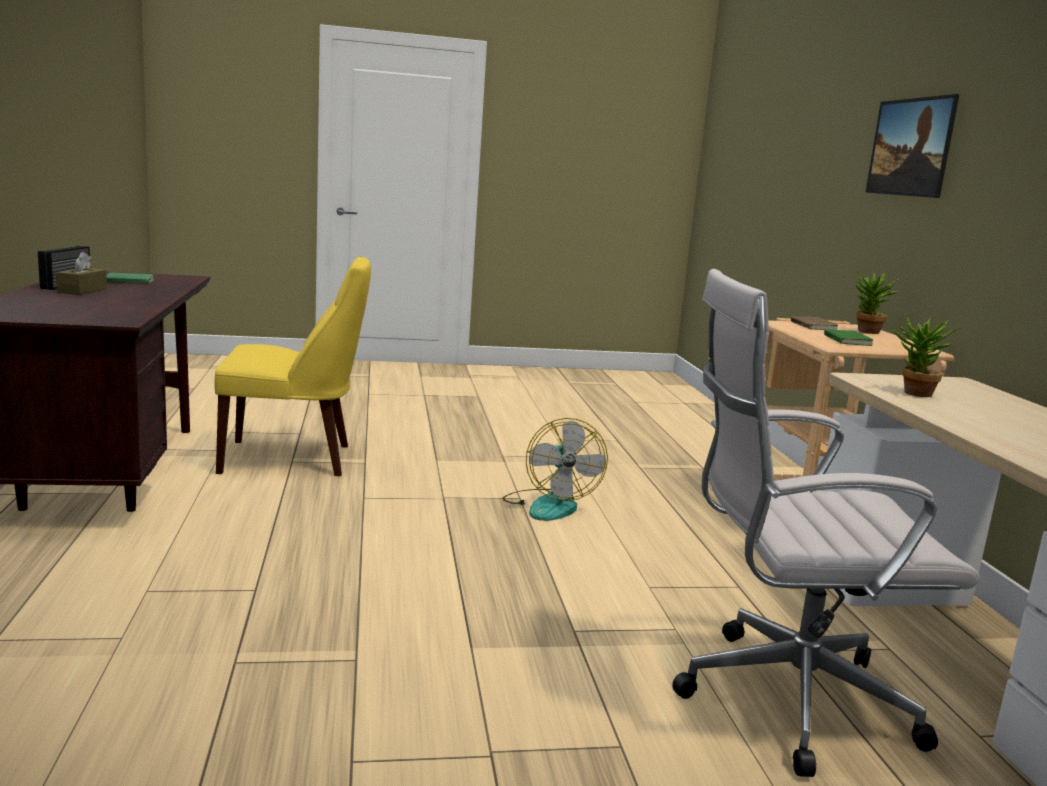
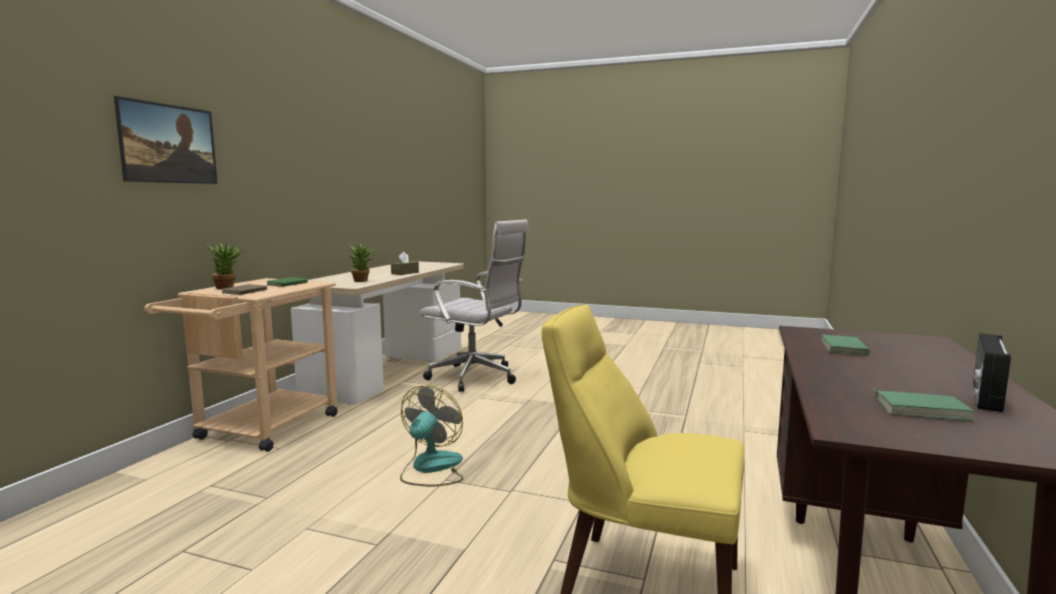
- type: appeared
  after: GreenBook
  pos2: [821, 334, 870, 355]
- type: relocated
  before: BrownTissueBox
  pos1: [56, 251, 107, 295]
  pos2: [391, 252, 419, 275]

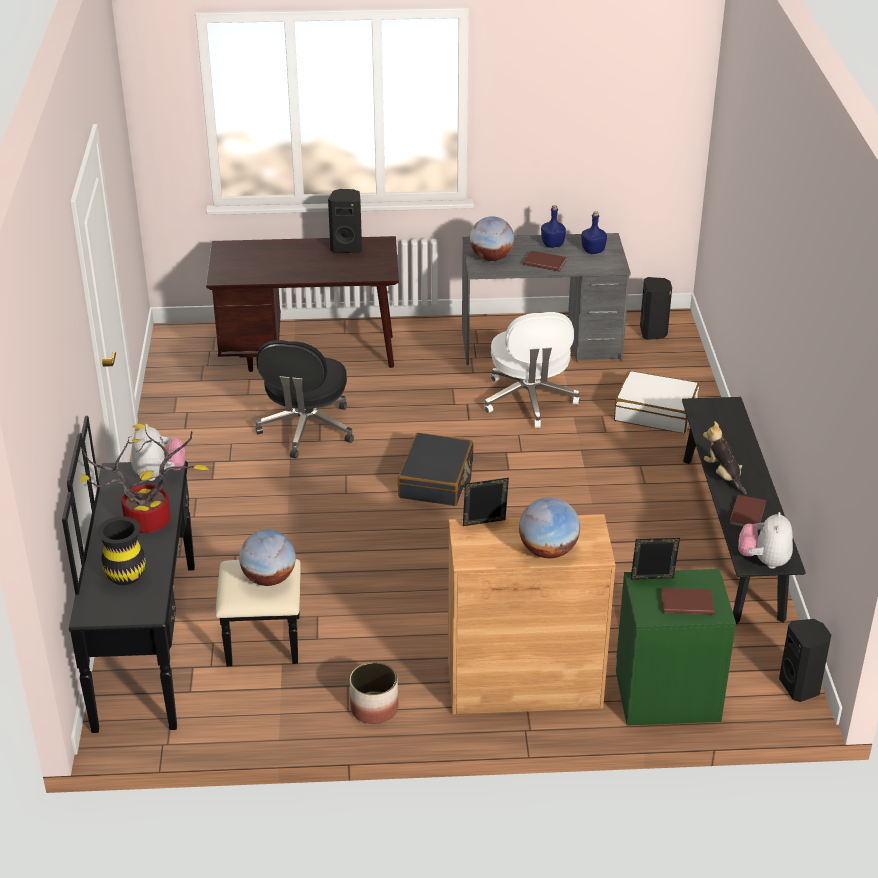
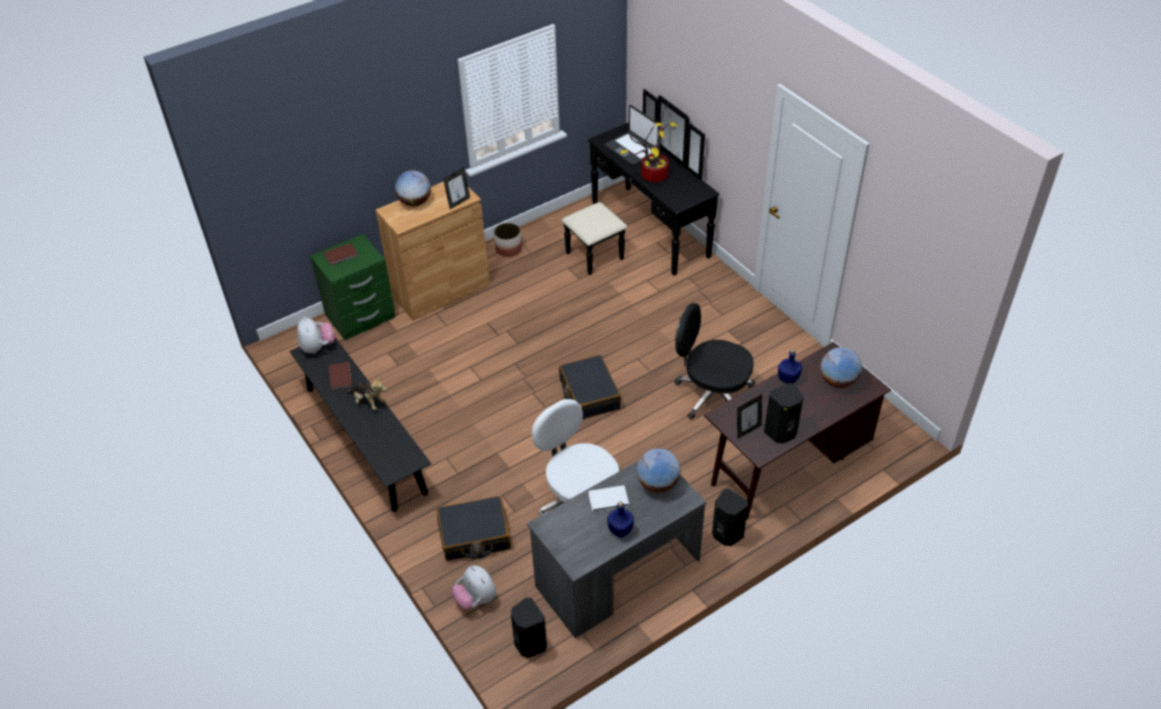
- type: relocated
  before: PlushToy
  pos1: [132, 424, 185, 481]
  pos2: [452, 565, 496, 610]
- type: relocated
  before: Globe
  pos1: [239, 530, 296, 586]
  pos2: [820, 347, 862, 388]
- type: relocated
  before: BlueBottle
  pos1: [581, 211, 607, 254]
  pos2: [778, 349, 802, 384]
- type: relocated
  before: PictureFrame
  pos1: [630, 538, 680, 580]
  pos2: [737, 394, 762, 439]
- type: relocated
  before: BlackSpeaker
  pos1: [779, 619, 831, 702]
  pos2: [712, 489, 748, 546]
- type: exchanged
  before: BlackVase
  after: Laptop
  pos1: [97, 516, 146, 585]
  pos2: [604, 105, 659, 165]
- type: colour
  before: BrownBook
  after: WhiteBook
  pos1: [524, 251, 566, 272]
  pos2: [588, 485, 629, 512]
- type: colour
  before: WhiteSuitcase
  after: BlackSuitcase
  pos1: [614, 371, 699, 433]
  pos2: [436, 496, 511, 561]
- type: spun
  before: BlackOfficeChair
  pos1: [255, 340, 354, 458]
  pos2: [674, 303, 755, 420]
  turn: -45

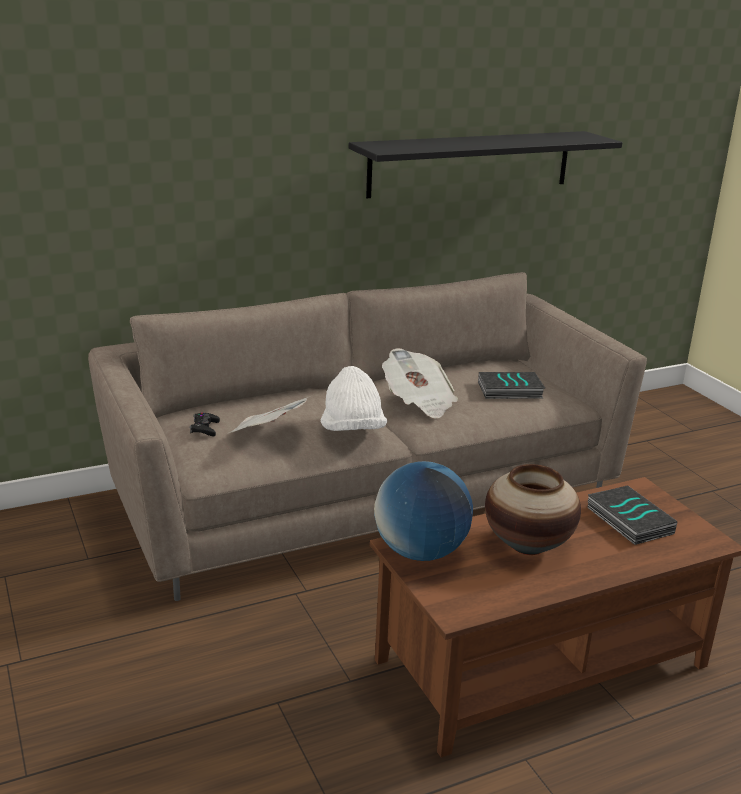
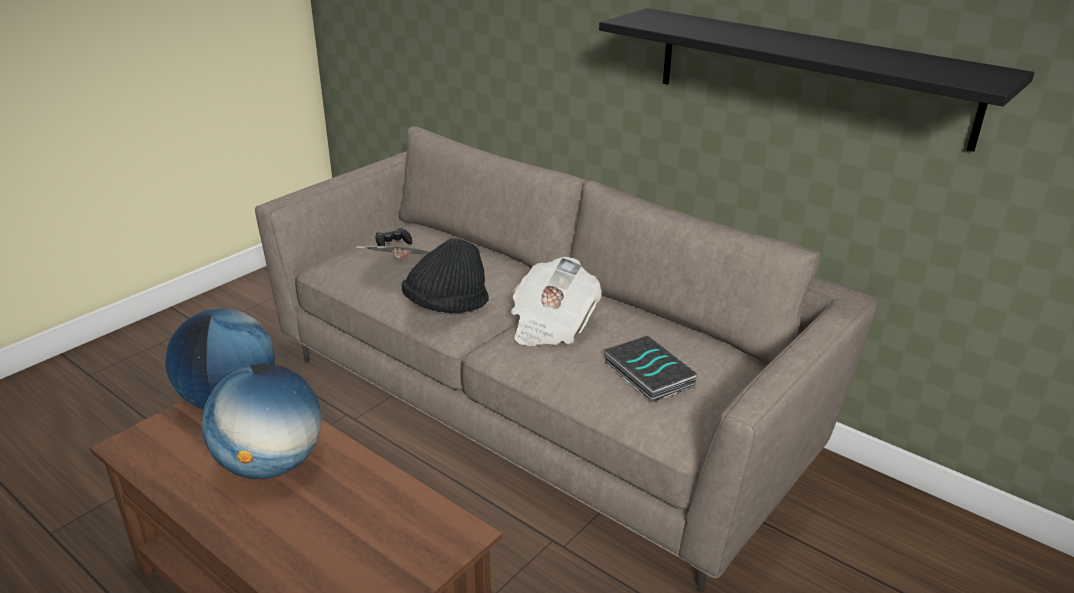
- type: missing
  before: Book
  pos1: [587, 486, 678, 545]
- type: exchanged
  before: Vase
  after: Globe
  pos1: [485, 464, 581, 555]
  pos2: [202, 364, 321, 479]
- type: colour
  before: WhiteHat
  after: BlackHat
  pos1: [320, 366, 387, 431]
  pos2: [402, 238, 489, 314]

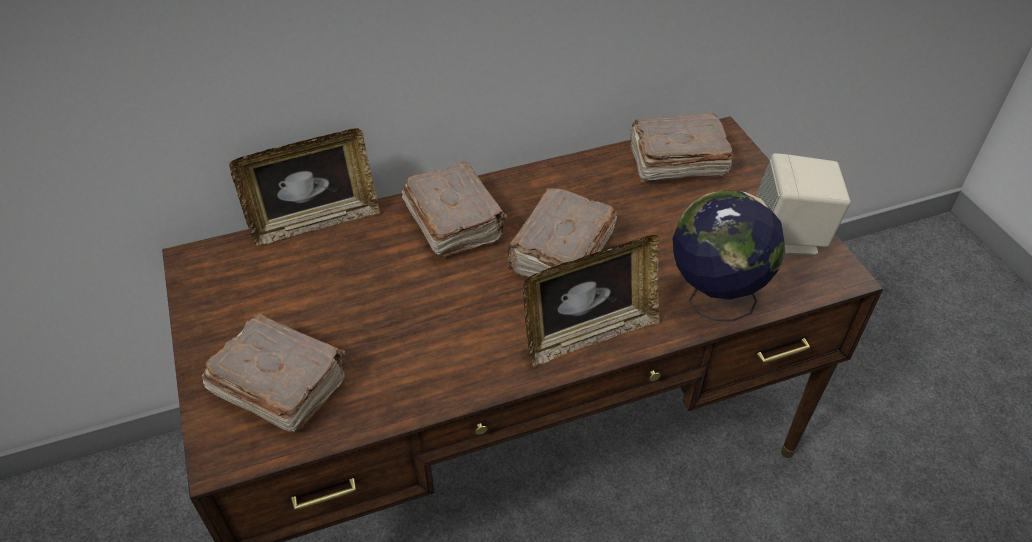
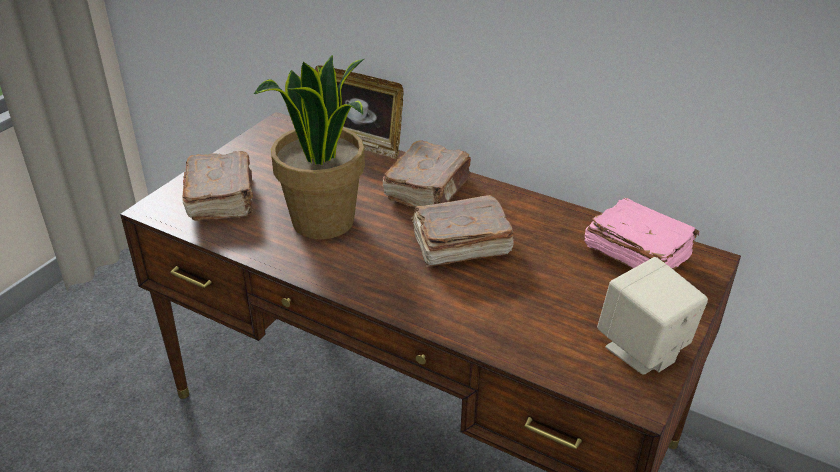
- type: missing
  before: PictureFrame
  pos1: [523, 235, 660, 366]
- type: missing
  before: Globe
  pos1: [673, 191, 785, 321]
- type: appeared
  after: PottedPlant
  pos2: [254, 55, 365, 239]
- type: colour
  before: BrownBook
  after: PinkBook
  pos1: [629, 113, 733, 182]
  pos2: [585, 198, 700, 270]

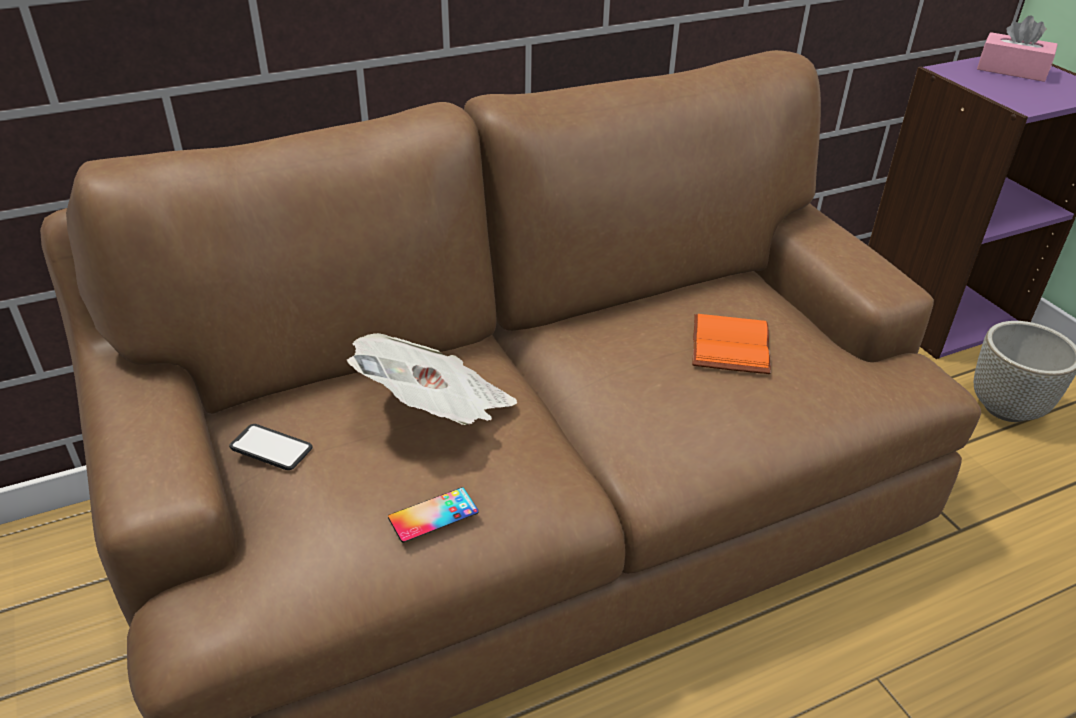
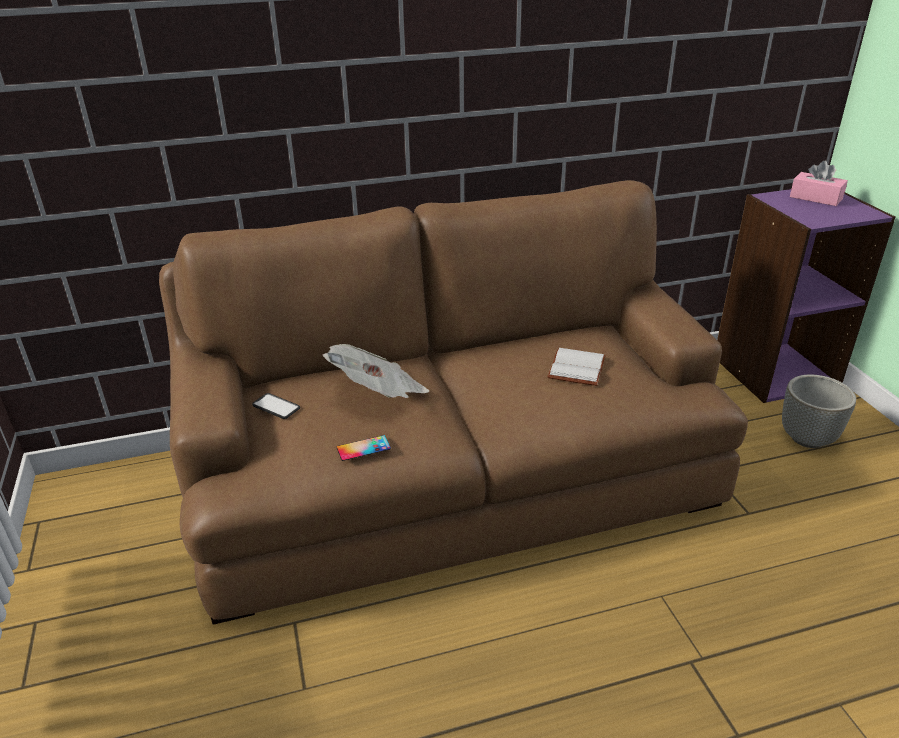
- type: colour
  before: OrangeBook
  after: WhiteBook
  pos1: [692, 314, 771, 374]
  pos2: [547, 348, 606, 386]

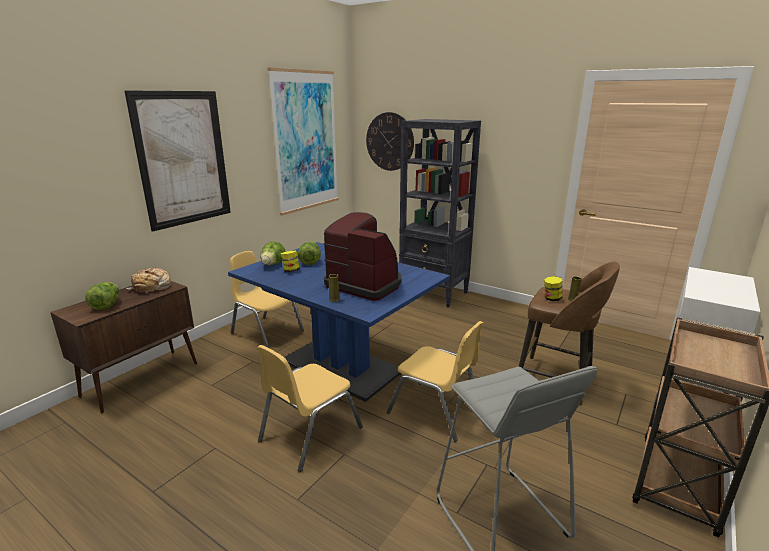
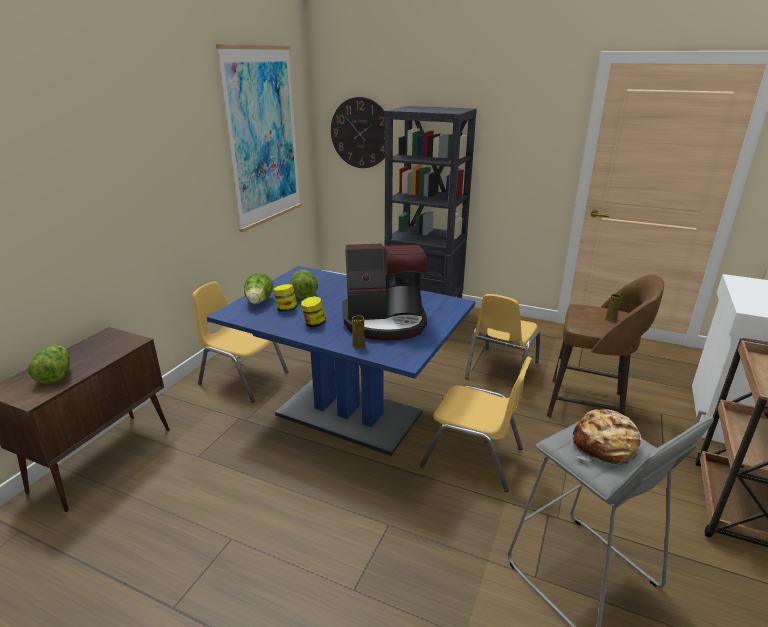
- type: missing
  before: Picture
  pos1: [124, 90, 231, 232]
- type: relocated
  before: Bread
  pos1: [127, 267, 171, 293]
  pos2: [573, 409, 642, 466]
- type: relocated
  before: YellowChair
  pos1: [257, 345, 363, 472]
  pos2: [465, 294, 541, 379]
- type: relocated
  before: Jar
  pos1: [544, 276, 563, 301]
  pos2: [301, 296, 326, 327]
- type: spun
  before: CoffeeMachine
  pos1: [323, 212, 402, 301]
  pos2: [342, 243, 427, 341]
  turn: 150

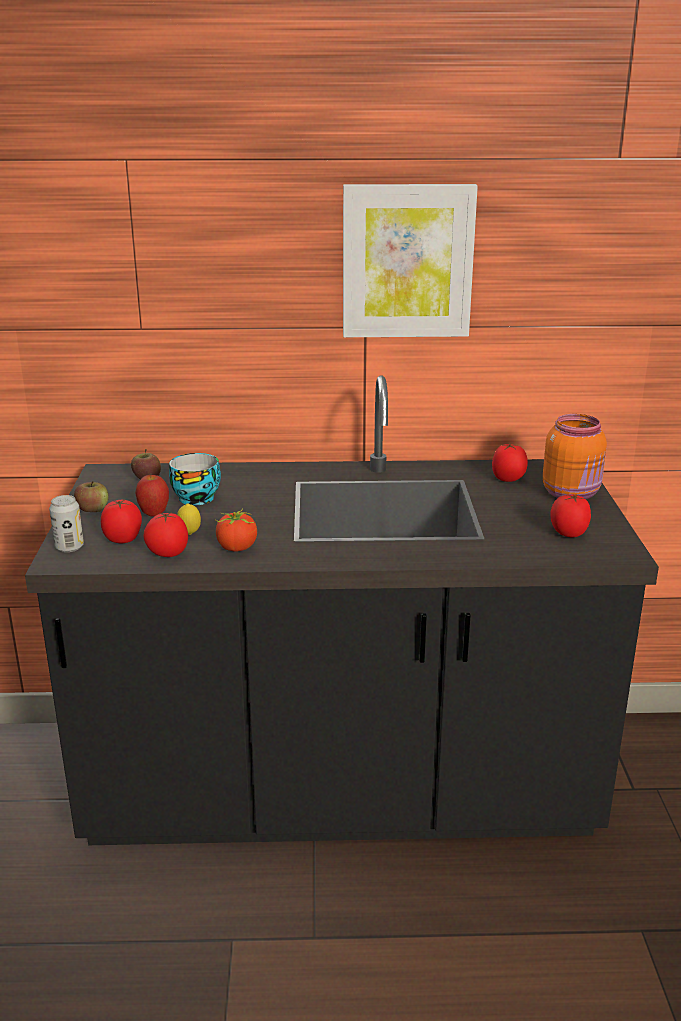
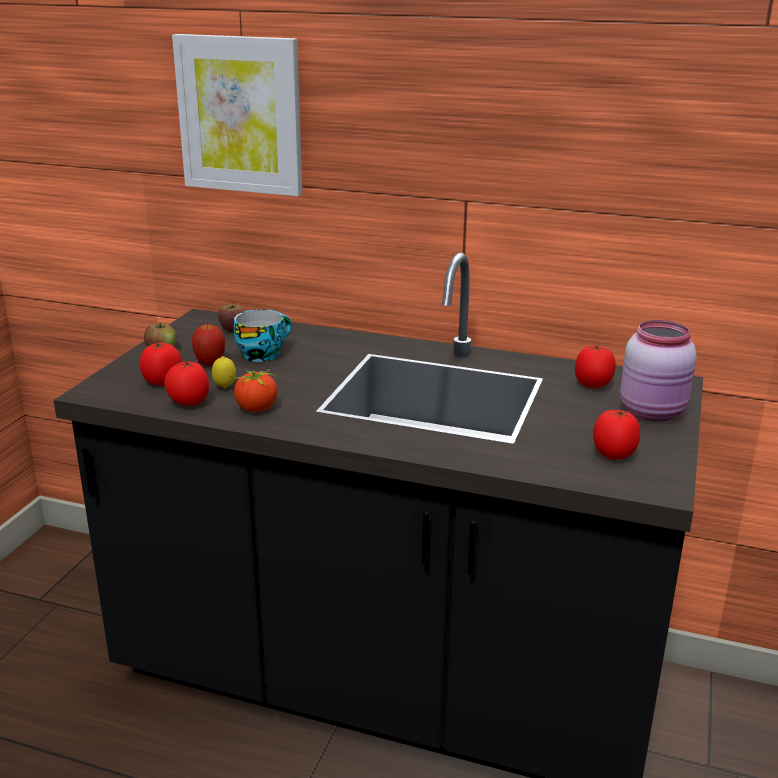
- type: missing
  before: Can
  pos1: [49, 495, 84, 552]
- type: relocated
  before: Picture
  pos1: [343, 184, 478, 337]
  pos2: [172, 34, 302, 196]
- type: colour
  before: OrangeJar
  after: PinkJar
  pos1: [543, 414, 607, 499]
  pos2: [620, 320, 696, 422]

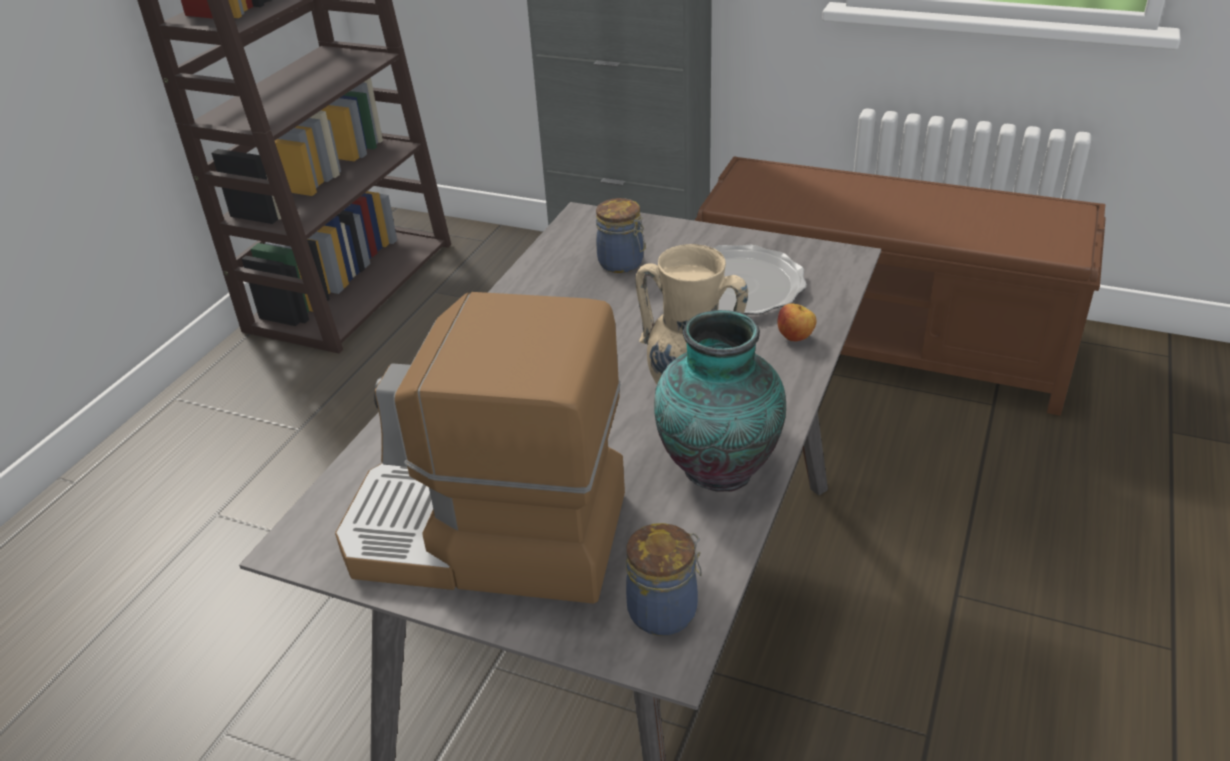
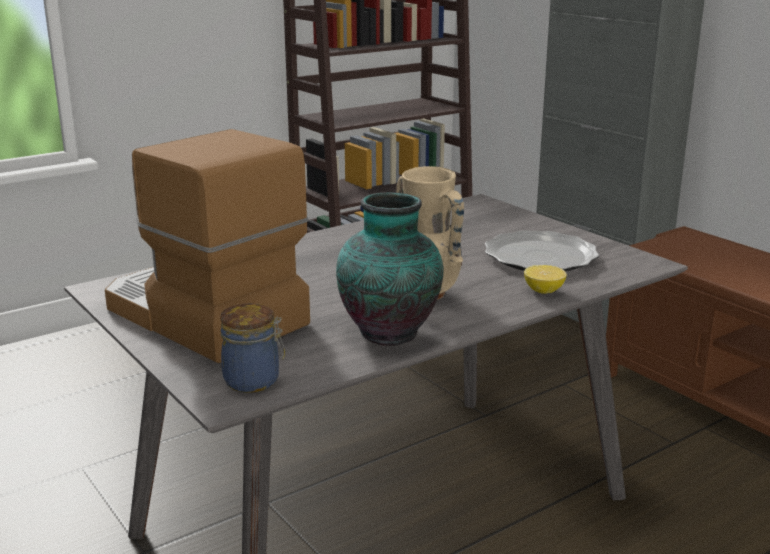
- type: missing
  before: Jar
  pos1: [596, 198, 646, 273]
- type: exchanged
  before: Apple
  after: Lemon
  pos1: [777, 303, 816, 341]
  pos2: [524, 265, 567, 294]

